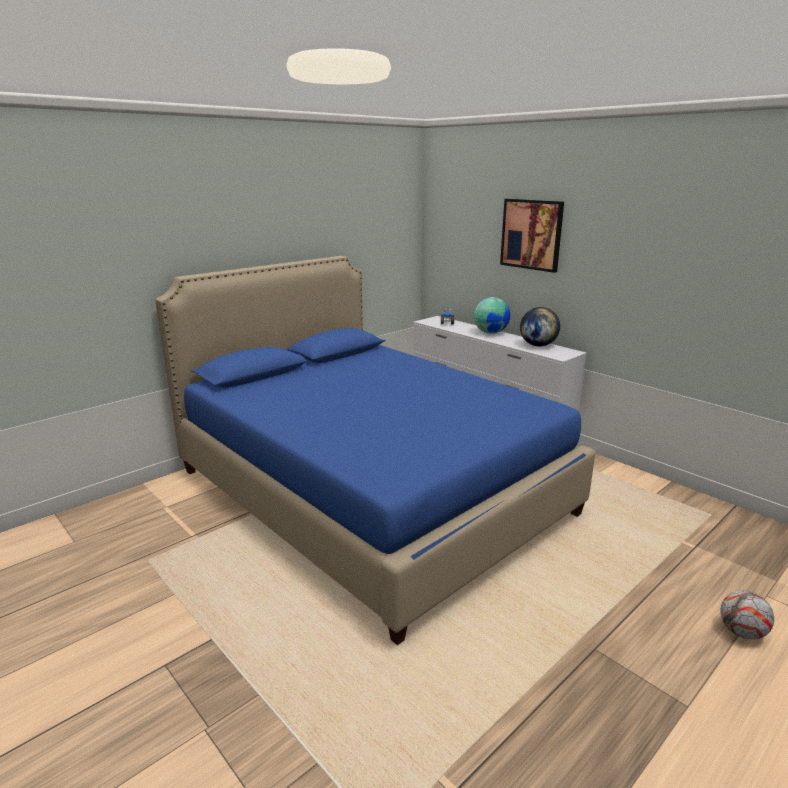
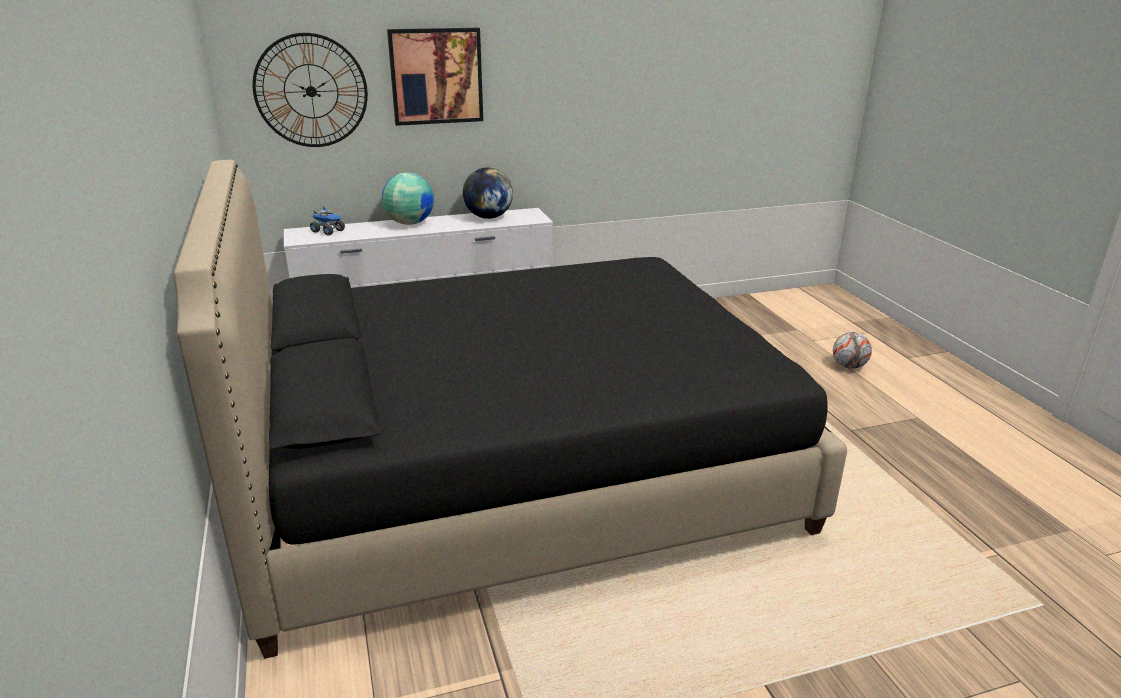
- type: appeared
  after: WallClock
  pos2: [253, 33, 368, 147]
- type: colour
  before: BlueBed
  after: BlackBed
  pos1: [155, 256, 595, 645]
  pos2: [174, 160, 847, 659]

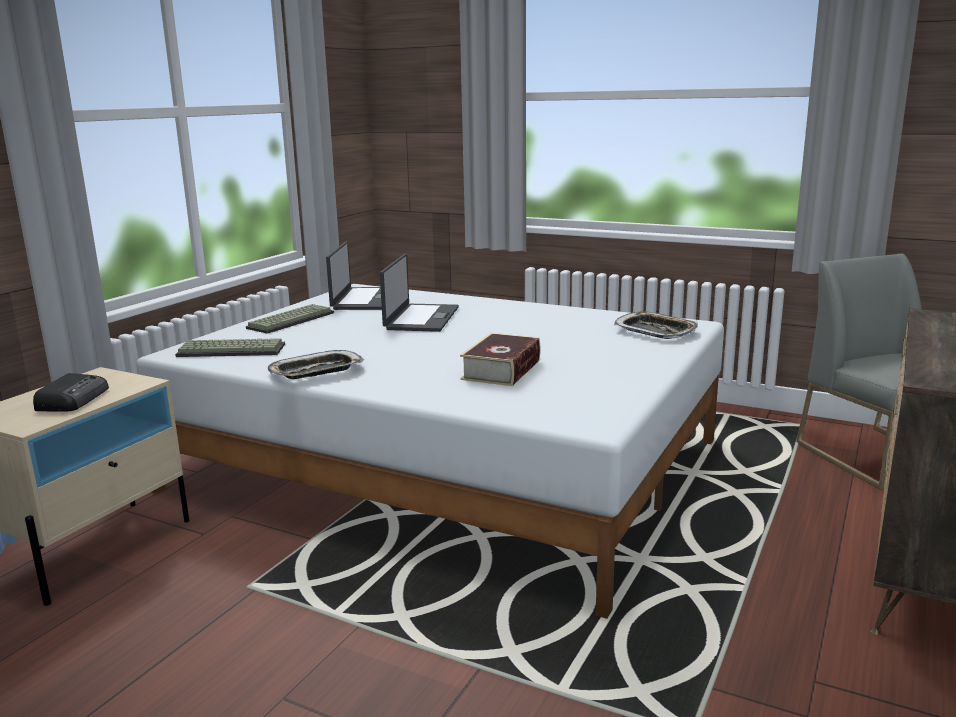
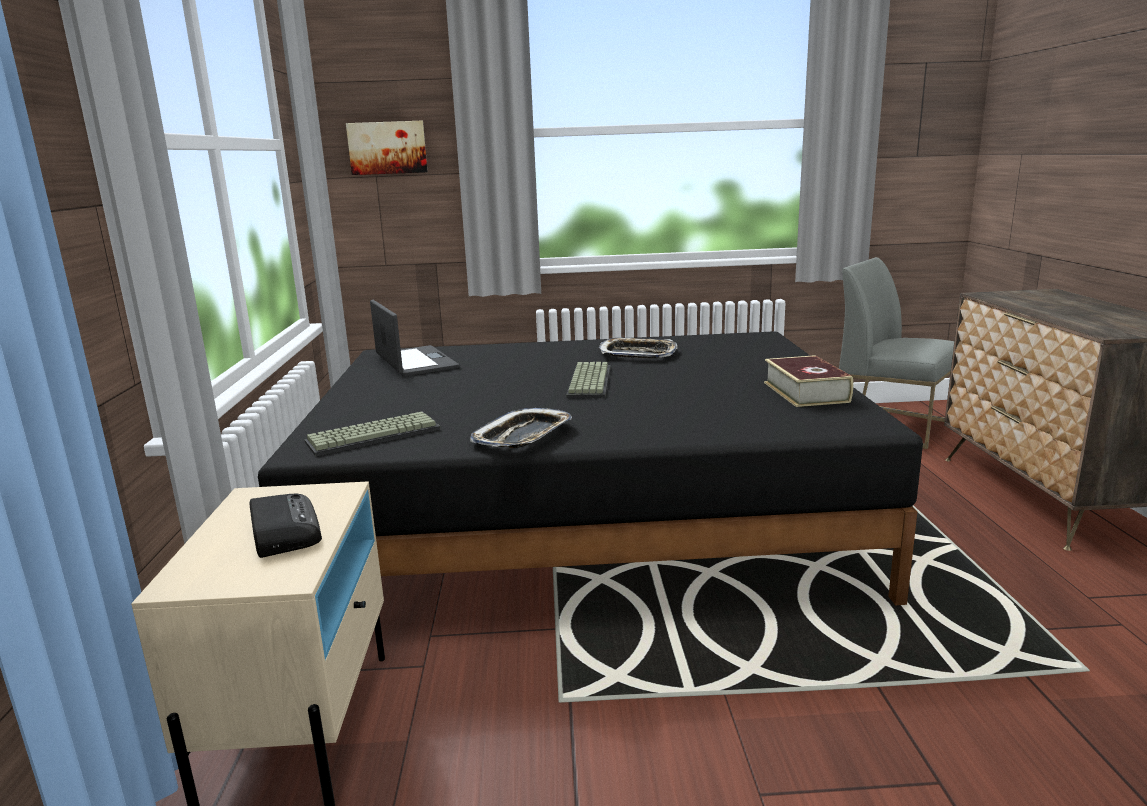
- type: missing
  before: Laptop
  pos1: [380, 254, 459, 332]
- type: appeared
  after: Picture
  pos2: [346, 121, 428, 175]
- type: relocated
  before: Keyboard
  pos1: [246, 304, 334, 334]
  pos2: [566, 362, 611, 398]
- type: relocated
  before: Book
  pos1: [460, 333, 541, 386]
  pos2: [764, 355, 853, 407]
- type: relocated
  before: Tray
  pos1: [614, 311, 698, 339]
  pos2: [599, 338, 678, 359]
- type: colour
  before: WhiteBed
  after: BlackBed
  pos1: [136, 284, 724, 619]
  pos2: [258, 331, 923, 605]

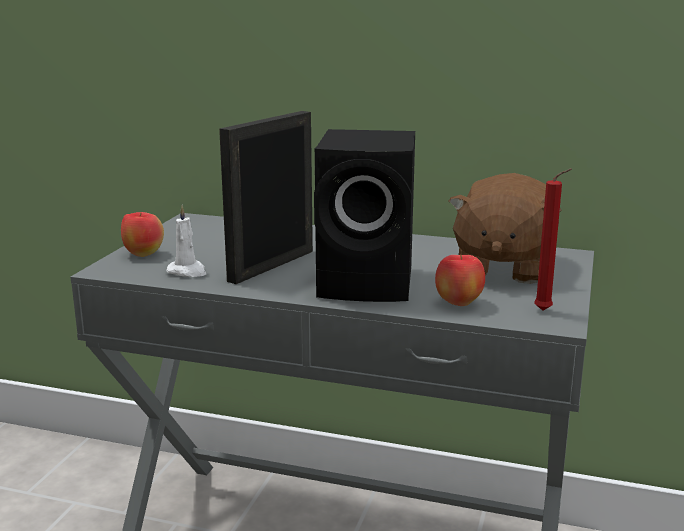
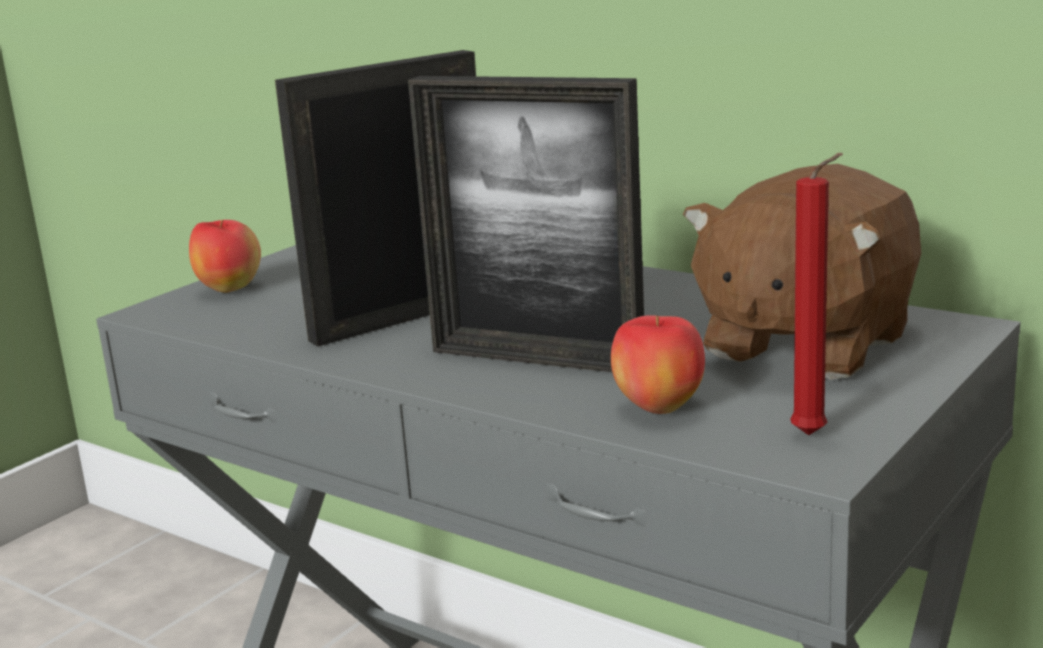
- type: missing
  before: WhiteCandle
  pos1: [166, 205, 206, 277]
- type: exchanged
  before: BlackSpeaker
  after: PictureFrame
  pos1: [314, 129, 415, 302]
  pos2: [408, 76, 644, 372]

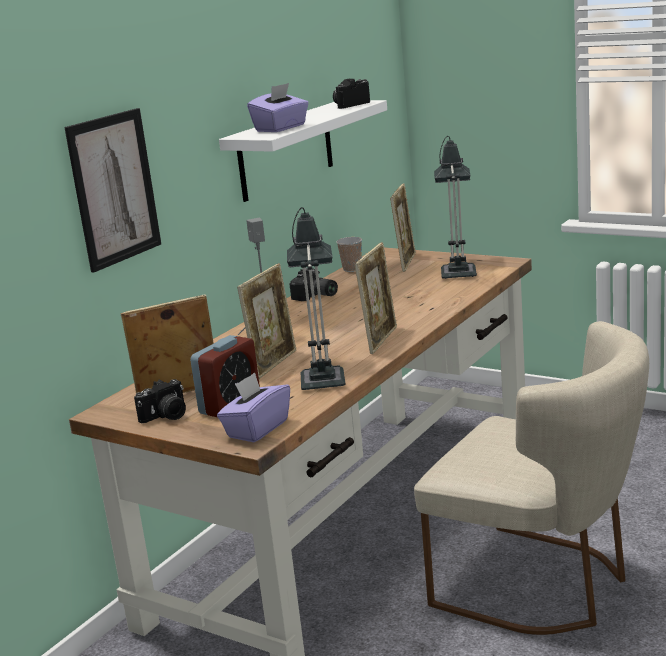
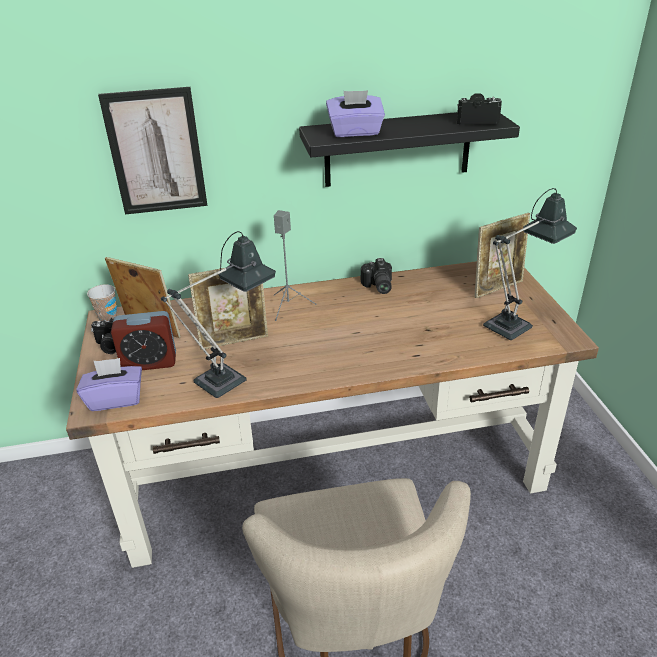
- type: missing
  before: PictureFrame
  pos1: [355, 242, 397, 354]
- type: relocated
  before: Cup
  pos1: [336, 237, 362, 272]
  pos2: [87, 284, 117, 322]
- type: colour
  before: WhiteShelf
  after: BlackShelf
  pos1: [219, 100, 387, 202]
  pos2: [299, 112, 520, 187]

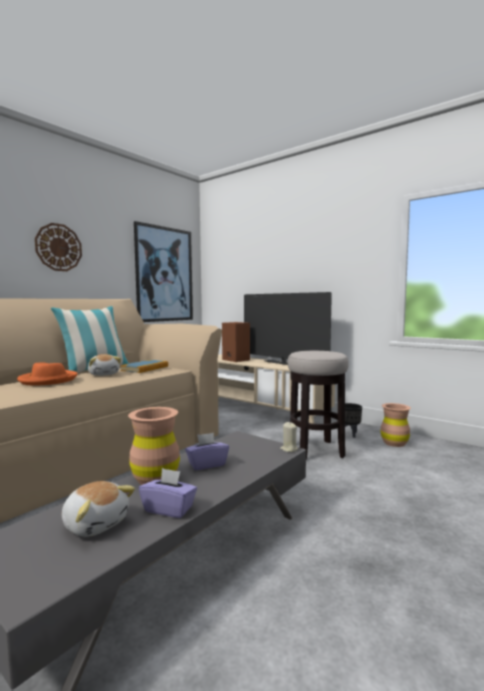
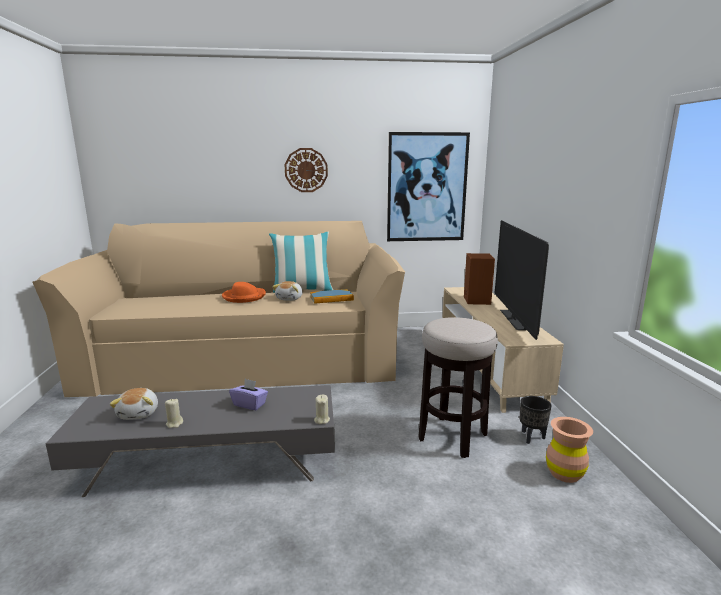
- type: missing
  before: BrownVase
  pos1: [128, 407, 180, 485]
- type: exchanged
  before: PurpleTissueBox
  after: BeigeCandle
  pos1: [139, 468, 197, 518]
  pos2: [165, 399, 183, 428]

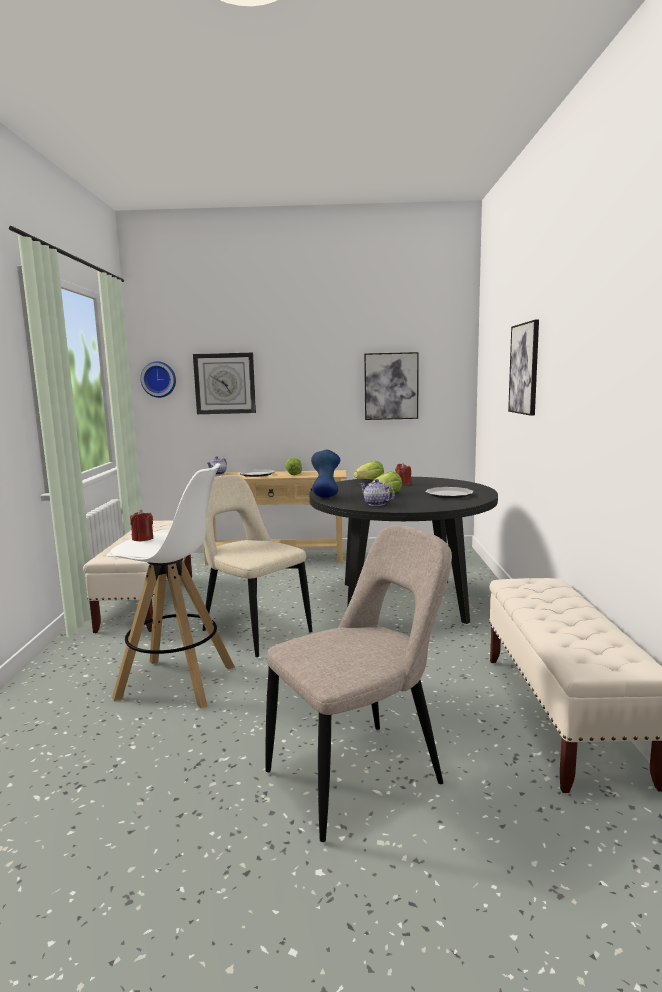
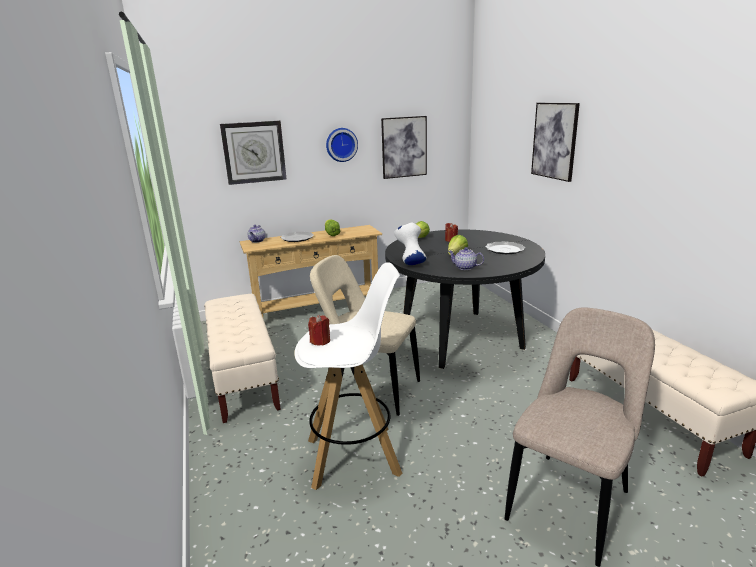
- type: relocated
  before: WallClock
  pos1: [140, 361, 176, 398]
  pos2: [326, 128, 358, 162]
- type: colour
  before: BlueVase
  after: WhiteVase
  pos1: [311, 450, 340, 498]
  pos2: [394, 223, 426, 265]

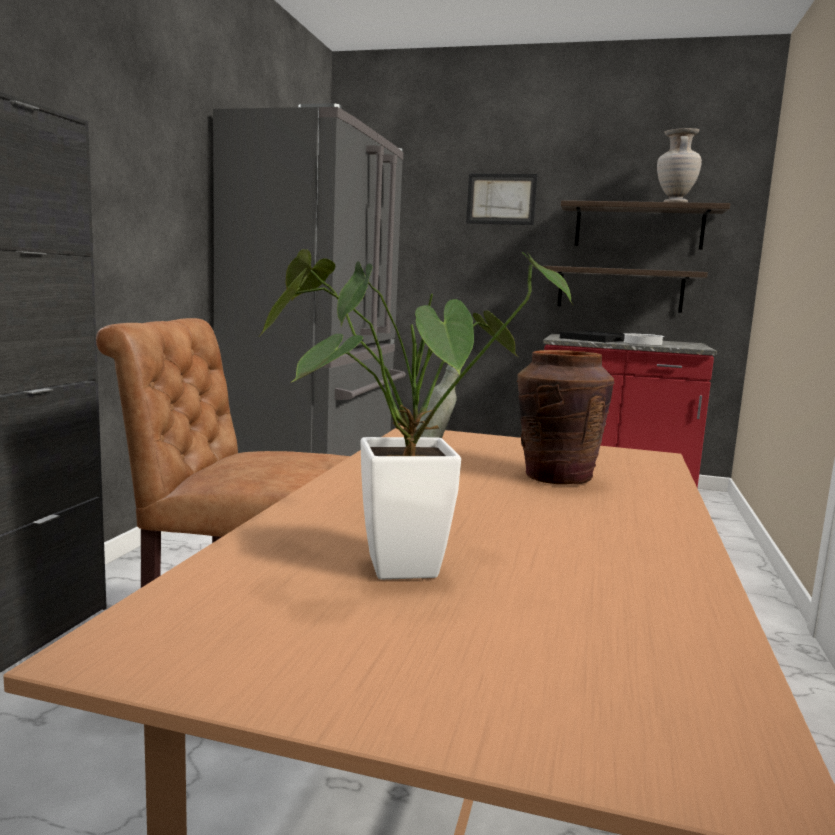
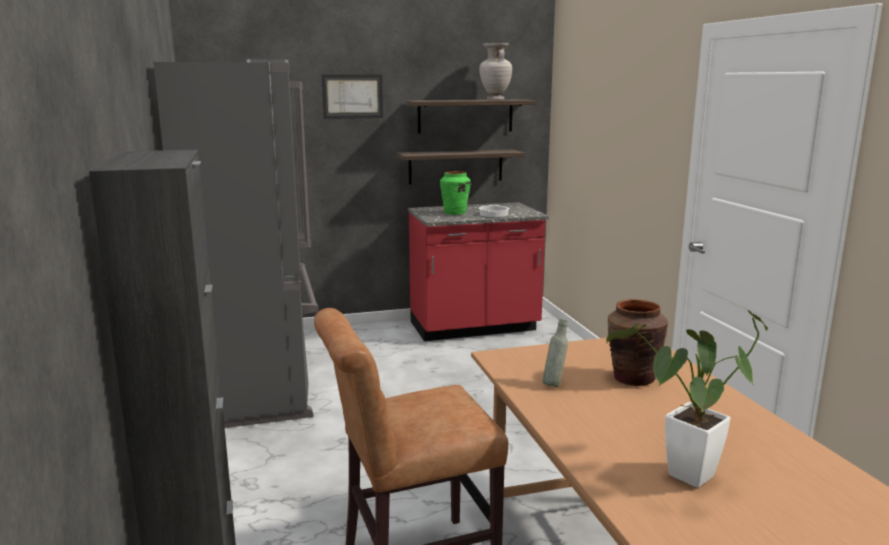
- type: exchanged
  before: BlackTray
  after: GreenVase
  pos1: [560, 331, 625, 342]
  pos2: [440, 171, 471, 215]

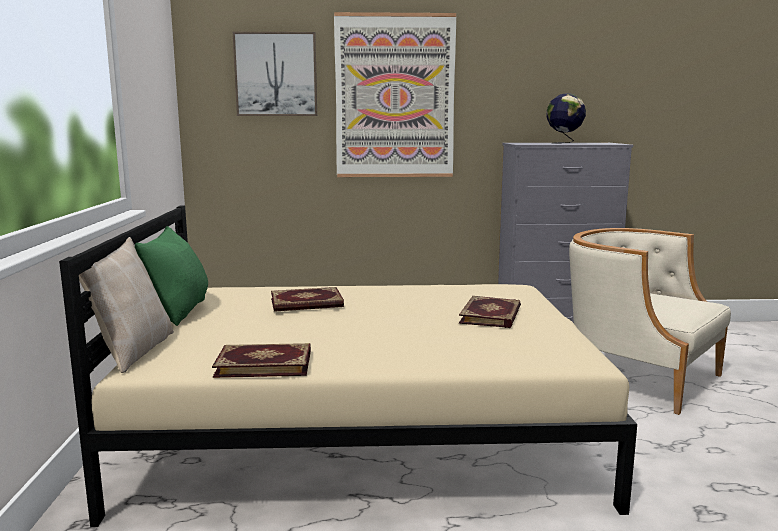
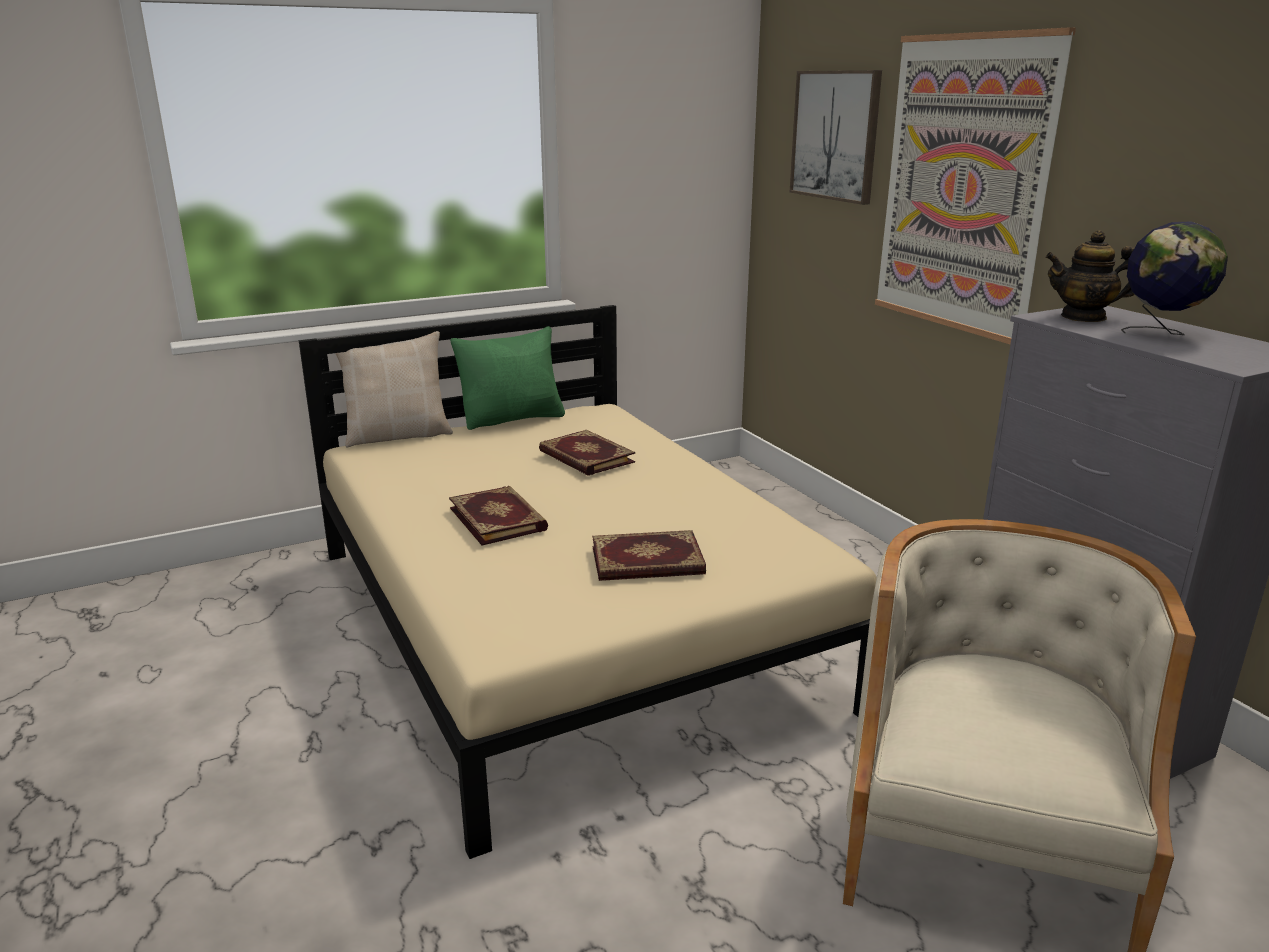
- type: appeared
  after: Teapot
  pos2: [1045, 230, 1135, 322]
- type: relocated
  before: Book
  pos1: [212, 343, 311, 378]
  pos2: [449, 486, 548, 545]

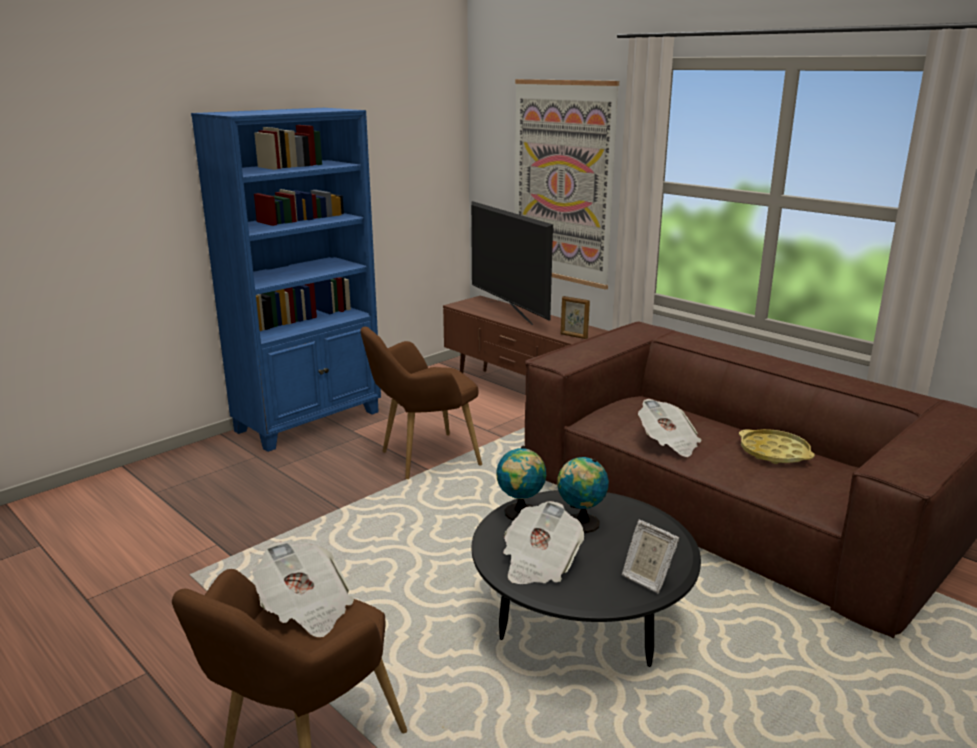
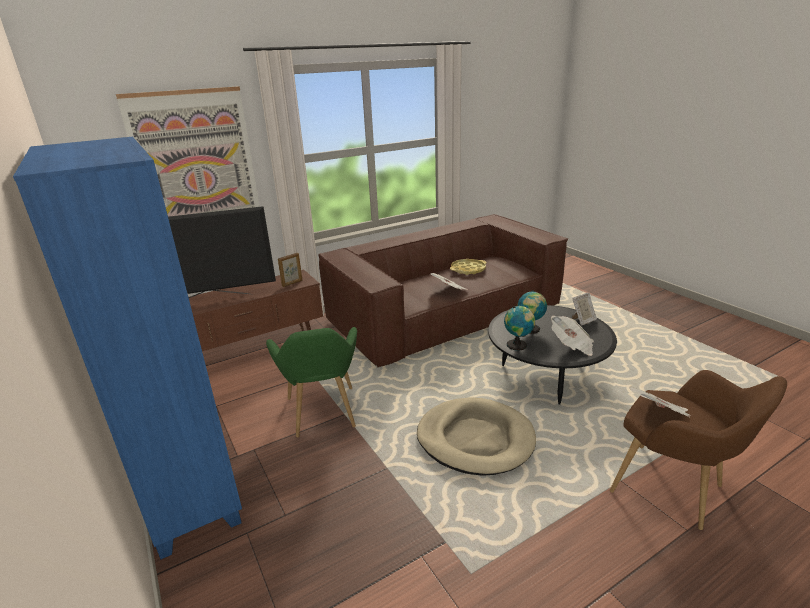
- type: appeared
  after: BeigeDogBed
  pos2: [417, 397, 536, 475]
- type: colour
  before: BrownArmchair
  after: GreenArmchair
  pos1: [360, 327, 482, 479]
  pos2: [266, 327, 357, 437]

